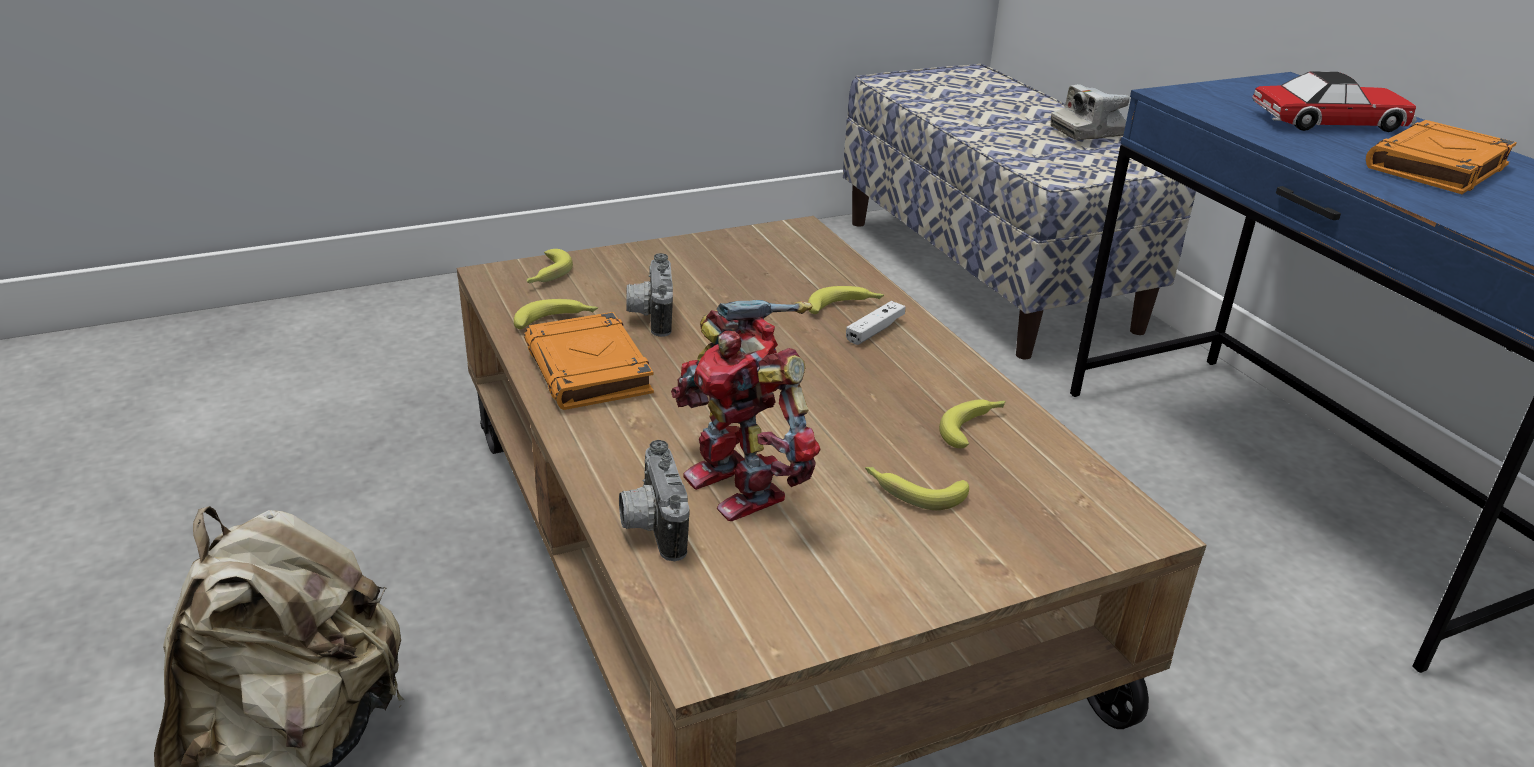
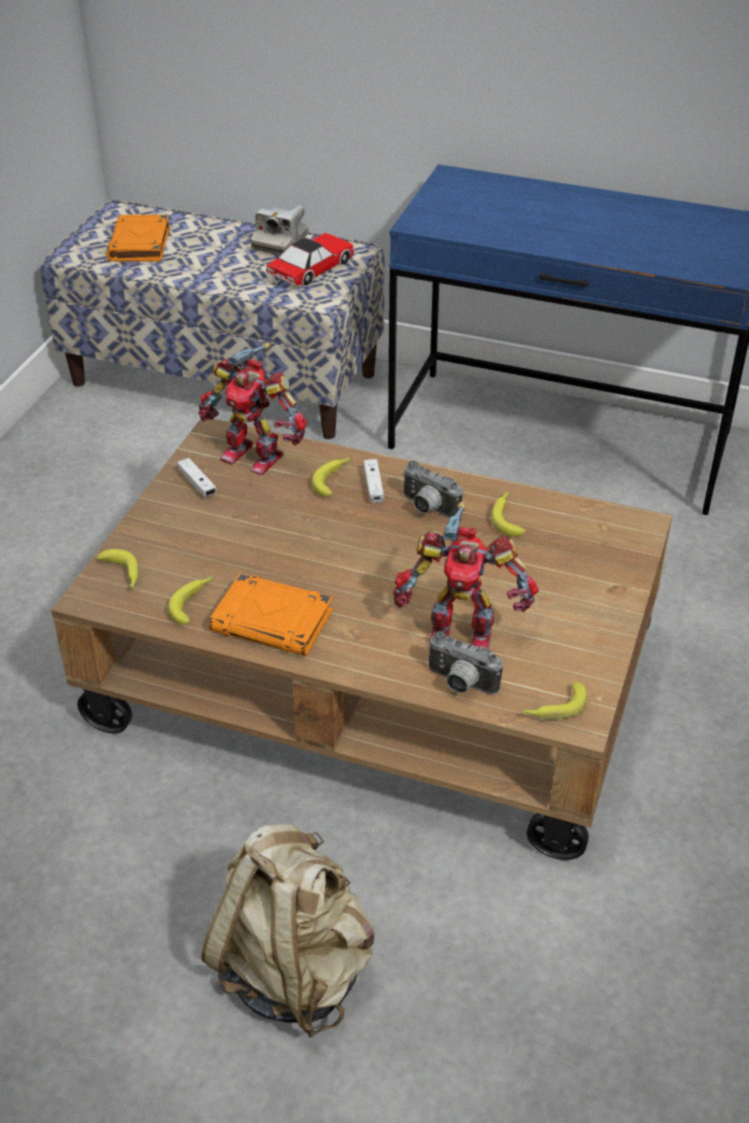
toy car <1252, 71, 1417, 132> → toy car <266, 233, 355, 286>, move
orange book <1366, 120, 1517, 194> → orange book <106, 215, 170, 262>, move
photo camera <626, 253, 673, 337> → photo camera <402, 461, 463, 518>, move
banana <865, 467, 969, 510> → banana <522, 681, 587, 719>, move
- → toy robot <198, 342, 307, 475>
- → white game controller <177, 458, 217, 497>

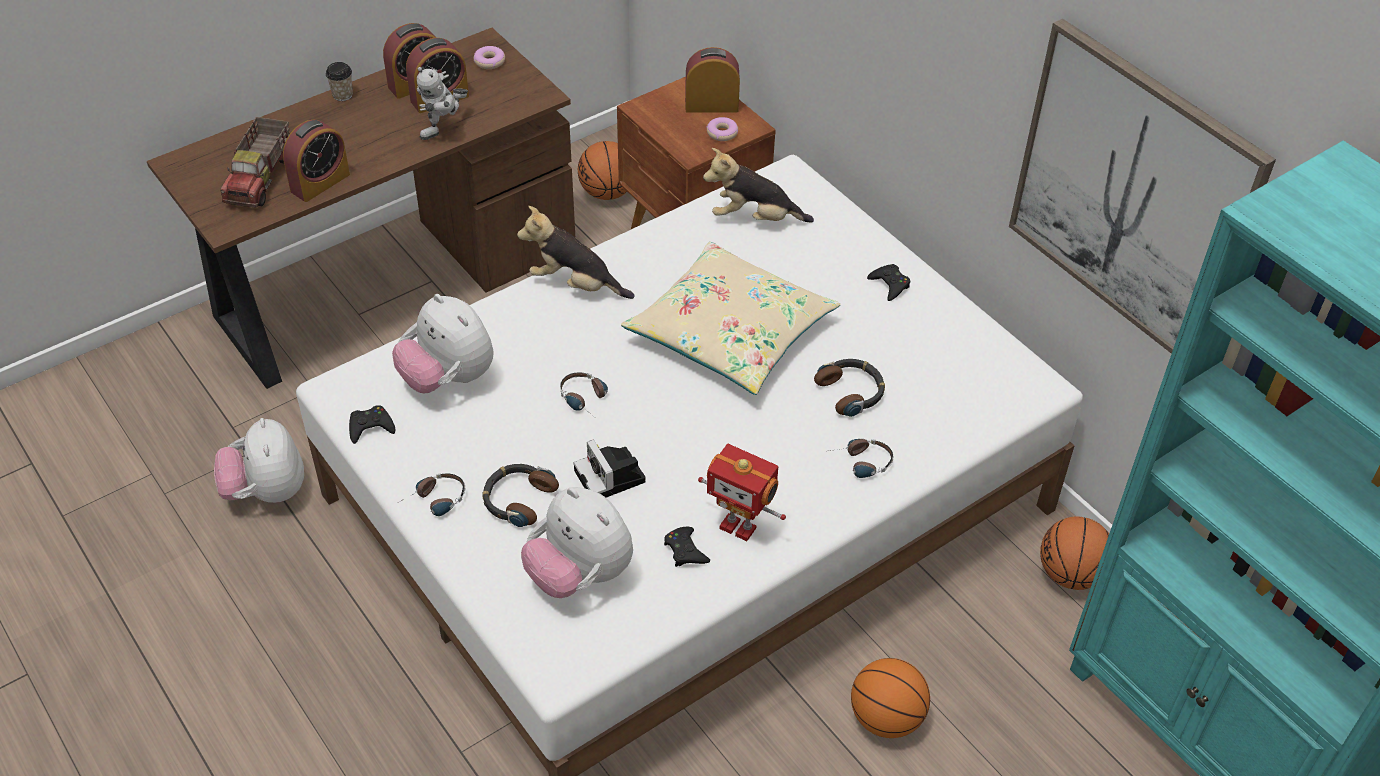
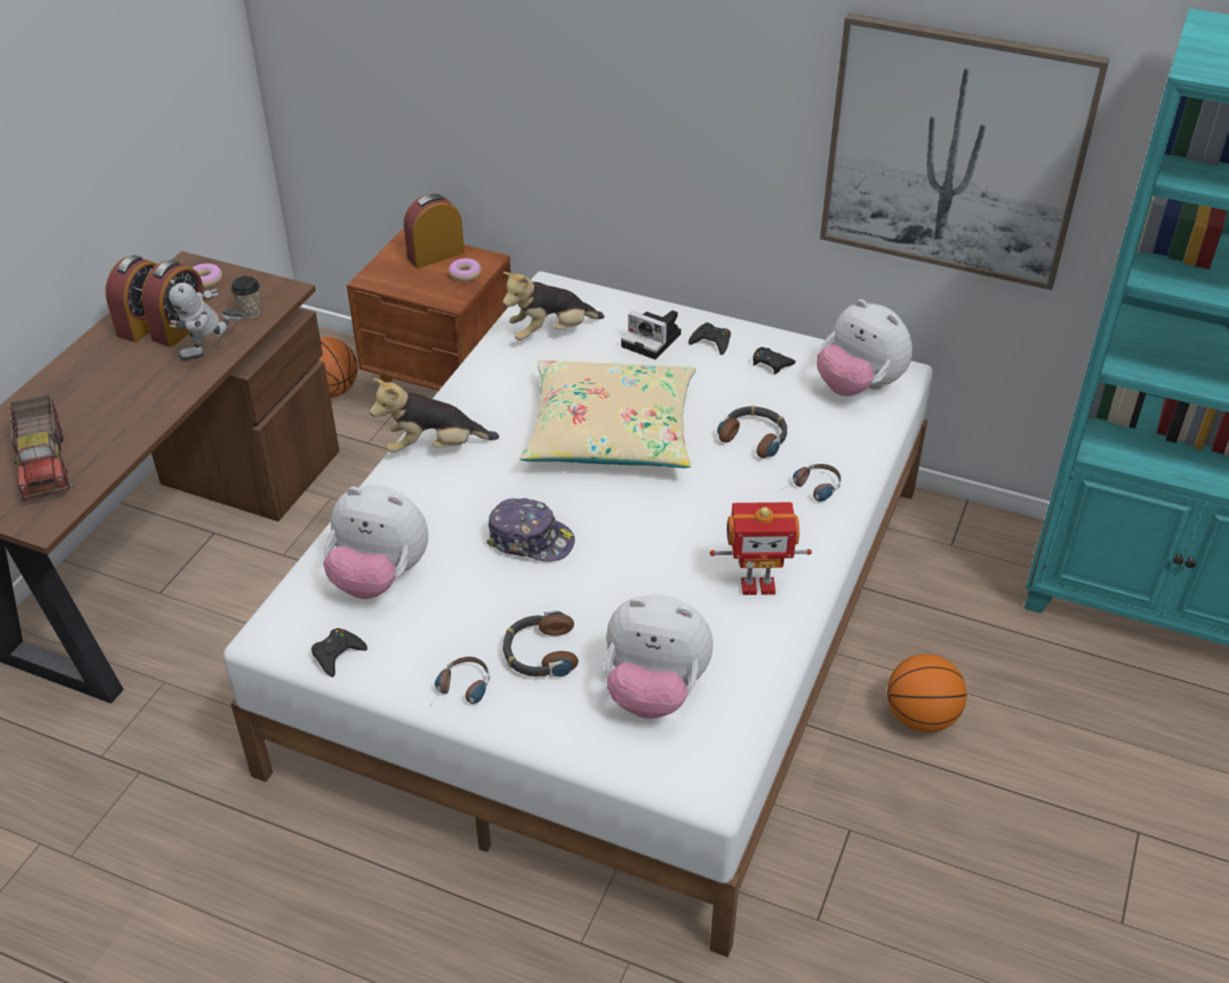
cup <326, 62, 353, 101> → cup <231, 276, 261, 318>, move
toy robot <417, 67, 468, 140> → toy robot <169, 280, 243, 360>, 45 degrees clockwise
alarm clock <283, 119, 350, 202> → -
headphones <560, 373, 608, 415> → cap <486, 498, 575, 562>
plush toy <214, 418, 304, 503> → plush toy <817, 299, 913, 396>, move
photo camera <574, 440, 646, 497> → photo camera <621, 310, 681, 360>, move
basketball <1040, 516, 1109, 590> → -
black game controller <664, 527, 710, 567> → black game controller <753, 347, 796, 374>, move

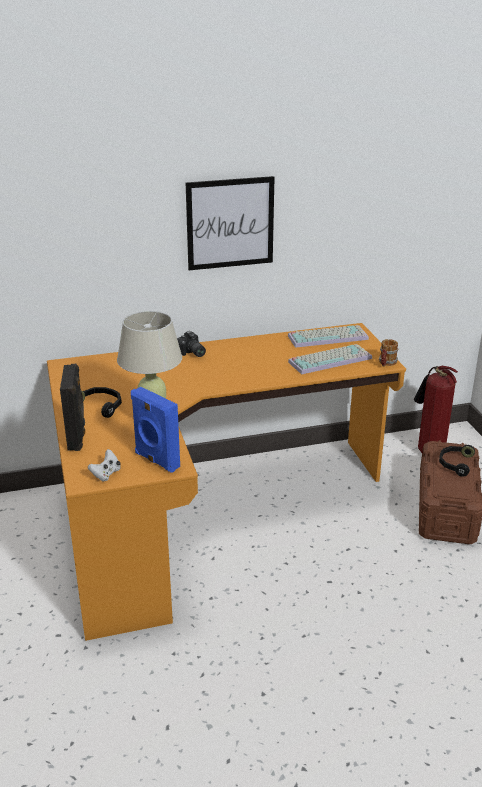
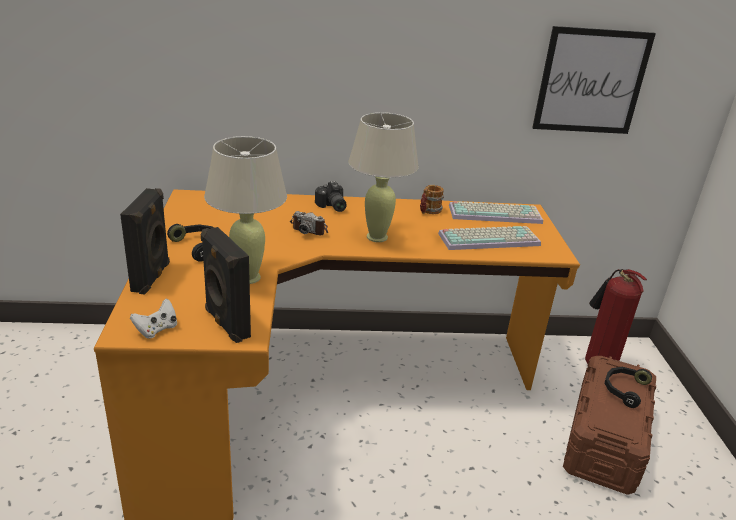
picture <186, 176, 275, 270> → picture <532, 26, 656, 134>, move
mug <379, 339, 398, 367> → mug <420, 185, 444, 214>, move
blue speaker <131, 387, 180, 473> → black speaker <201, 227, 251, 343>
- → beige table lamp <348, 112, 419, 242>
- → photo camera <290, 211, 328, 235>

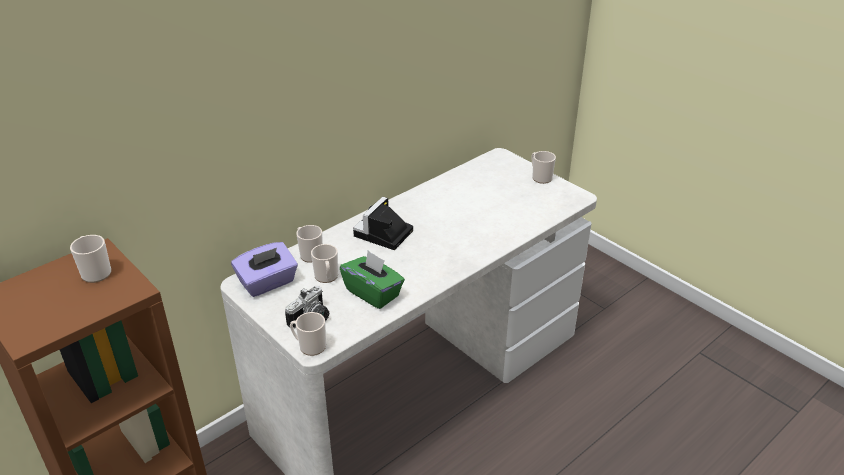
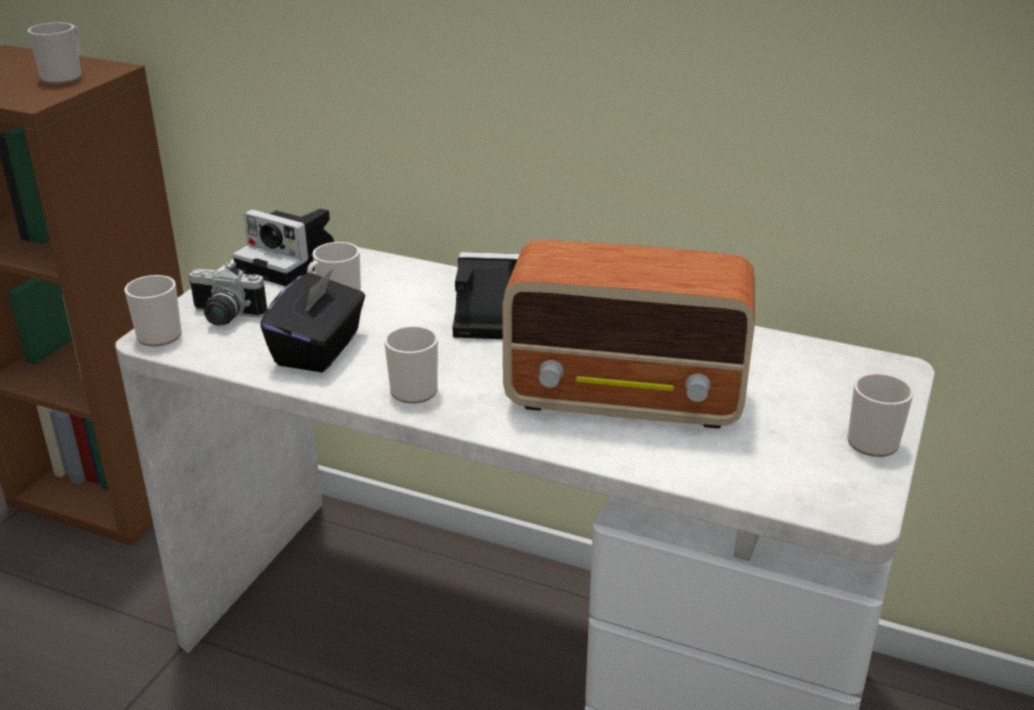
mug <296, 225, 323, 263> → mug <384, 326, 438, 404>, move
purple tissue box <231, 242, 298, 297> → photo camera <233, 208, 334, 286>
green tissue box <340, 250, 405, 309> → black tissue box <260, 269, 365, 372>
- → radio <502, 240, 755, 429>

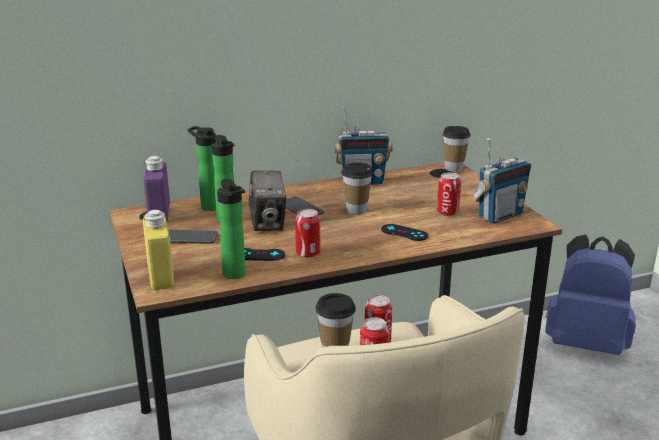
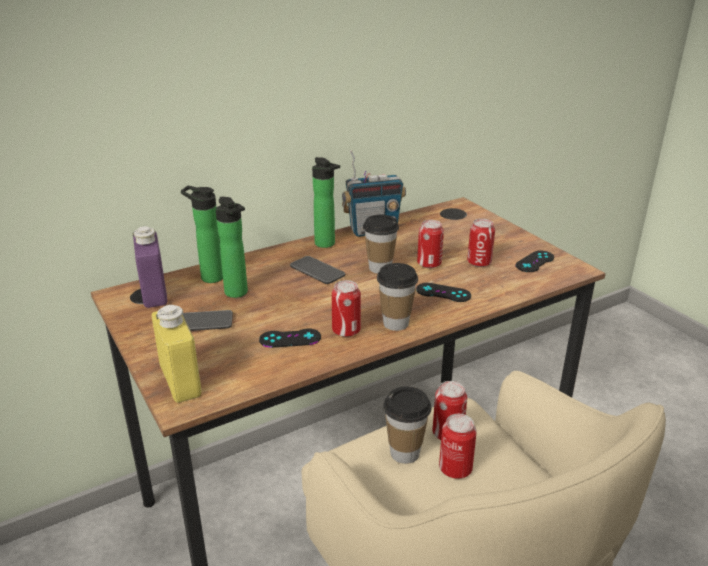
cup <442, 126, 471, 172> → cup <377, 263, 418, 331>, move
radio <472, 138, 531, 224> → black game controller <516, 251, 554, 272>
photo camera <249, 171, 286, 231> → -
bottle <217, 179, 246, 279> → bottle <312, 157, 340, 248>, move
blue backpack <545, 234, 636, 355> → -
- → can <417, 220, 444, 268>

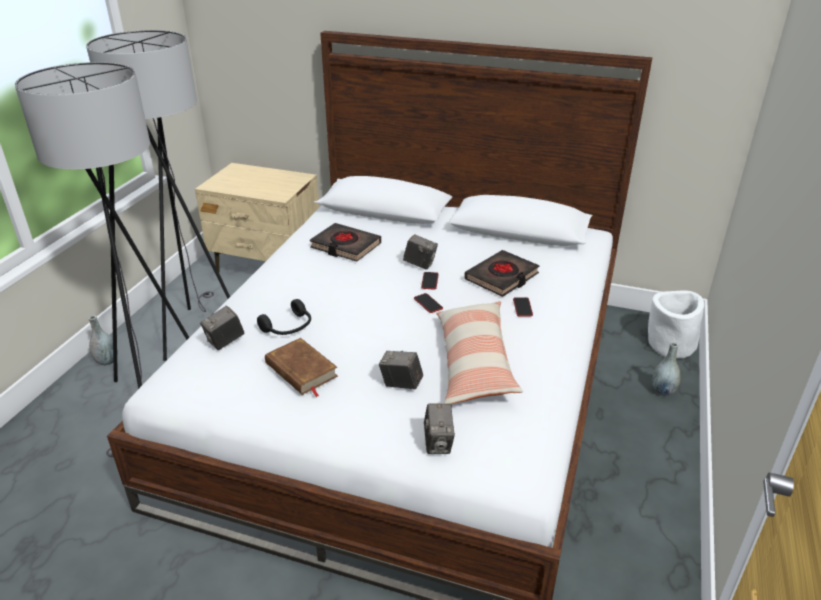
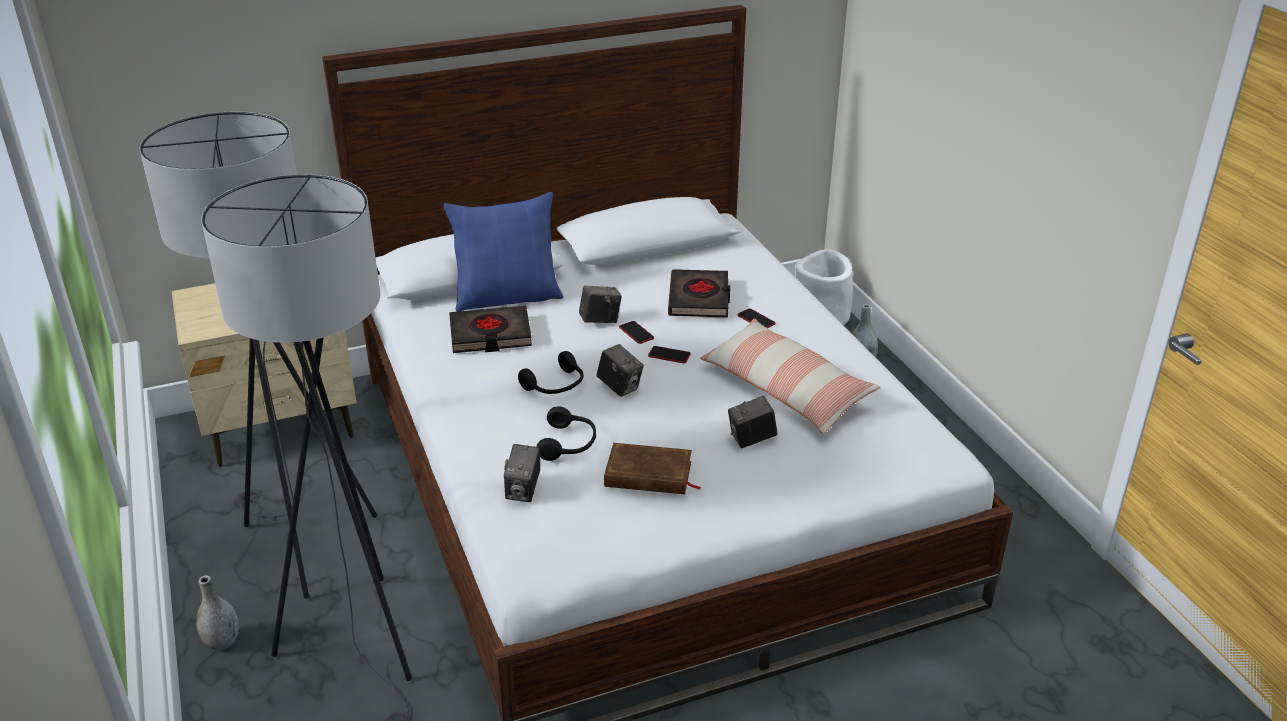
photo camera <424, 404, 455, 454> → photo camera <596, 344, 644, 397>, move
- → blue pillow <443, 192, 563, 312>
- → black headphones <518, 351, 584, 394>

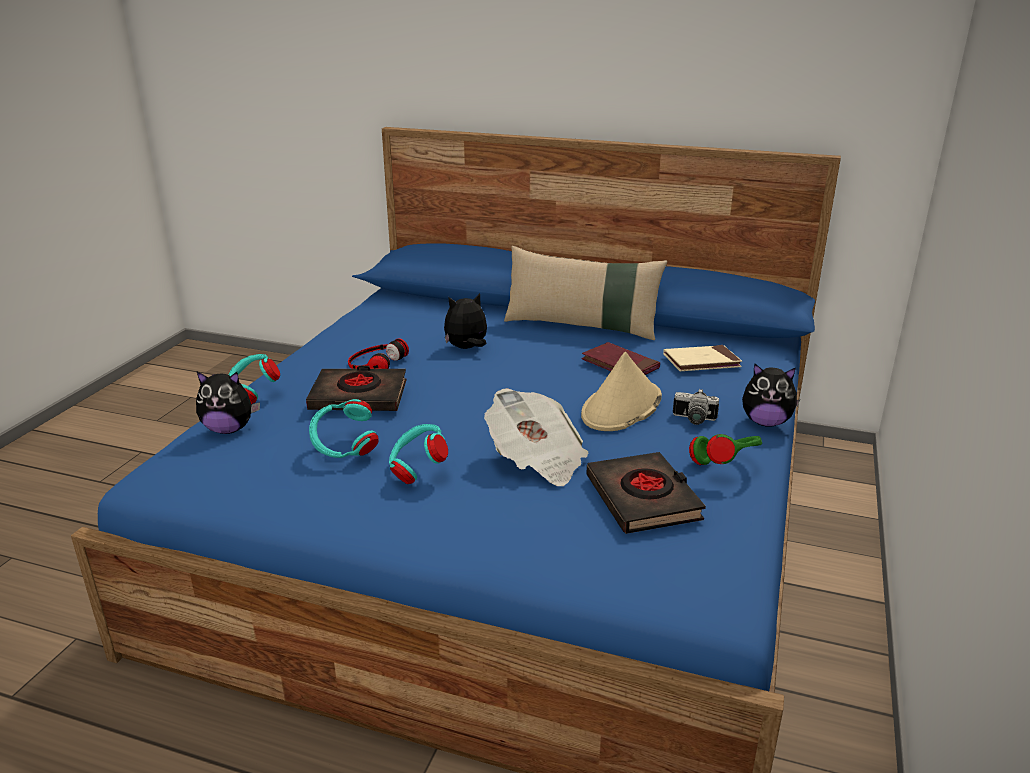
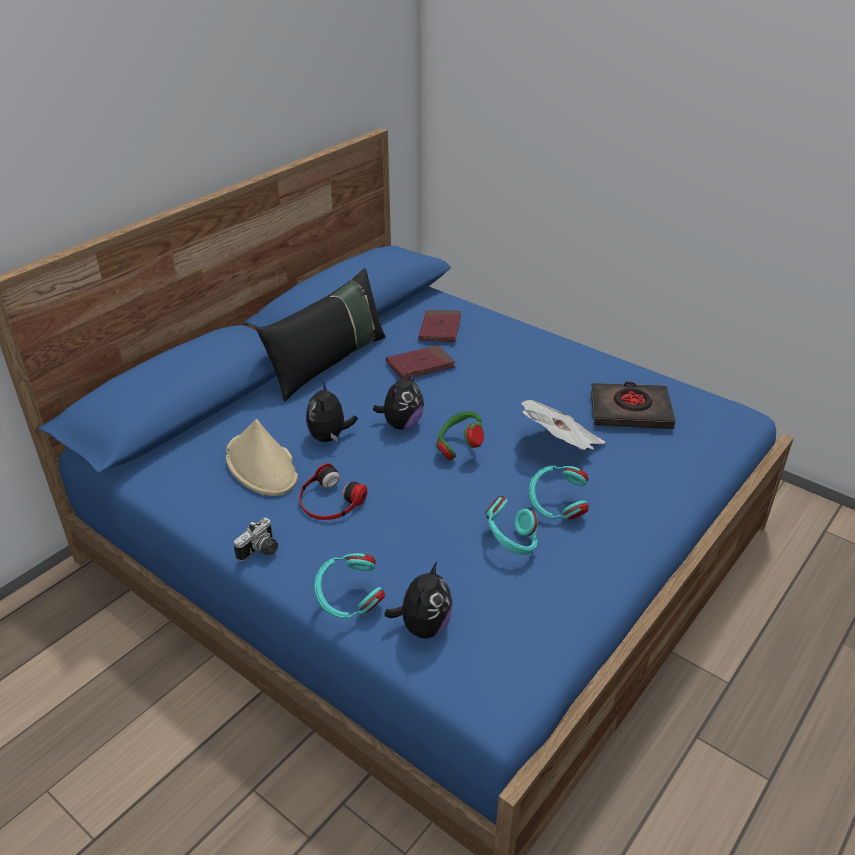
beige pillow <504, 246, 667, 340> → black pillow <256, 268, 386, 402>
beige book <663, 345, 742, 371> → red book <418, 310, 461, 342>
beige hat <581, 352, 662, 431> → beige hat <226, 419, 298, 496>, move
plush toy <742, 363, 800, 427> → plush toy <373, 372, 424, 430>, move
black book <306, 366, 406, 411> → -
photo camera <673, 389, 719, 425> → photo camera <234, 518, 278, 561>, move
green headphones <689, 434, 762, 465> → green headphones <436, 411, 484, 460>, move

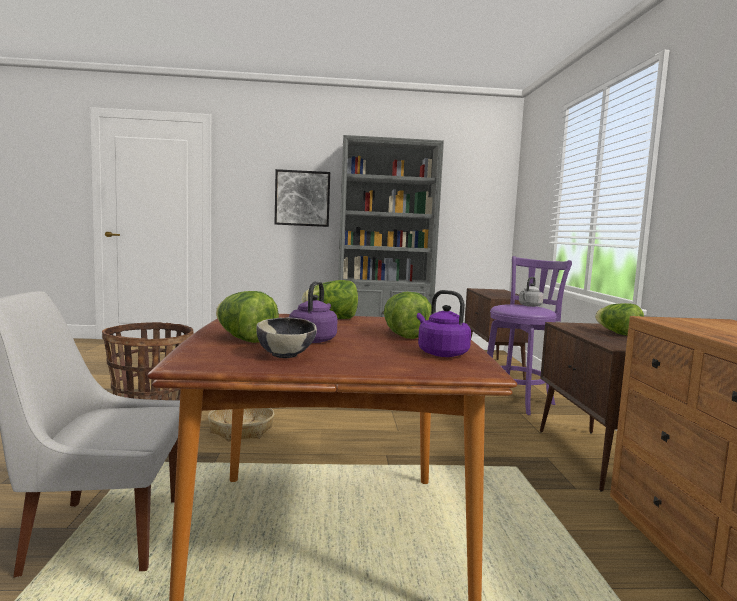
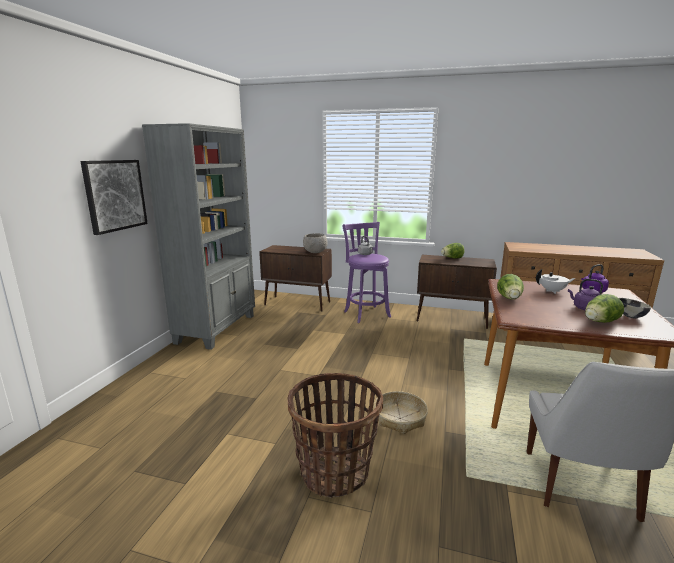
lettuce <384, 292, 432, 339> → white teapot <536, 269, 575, 294>
- → grey bowl <303, 233, 328, 253>

